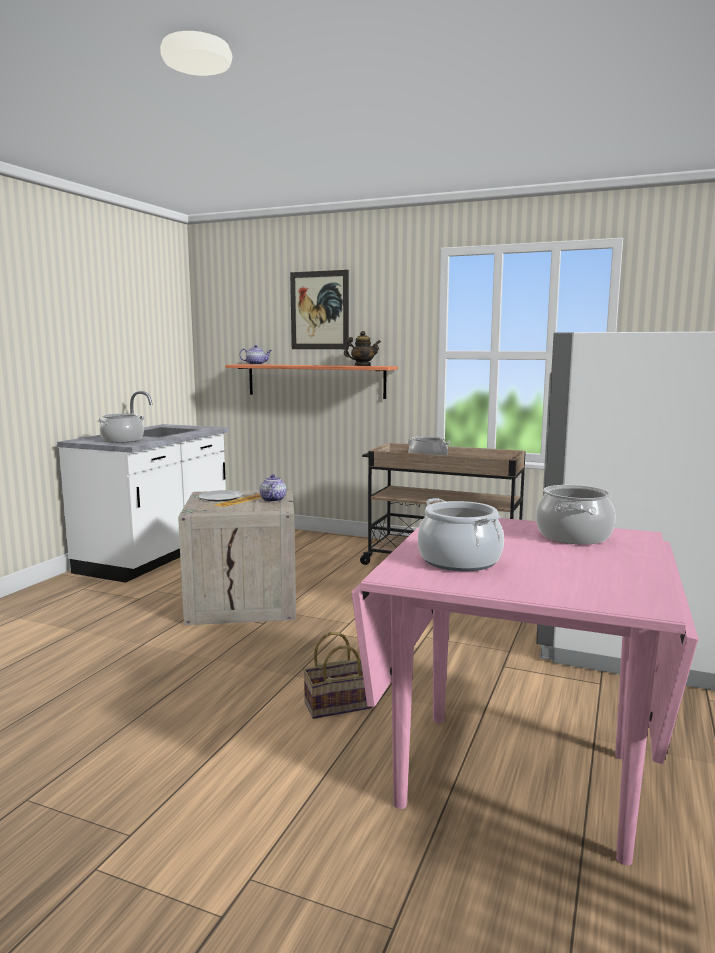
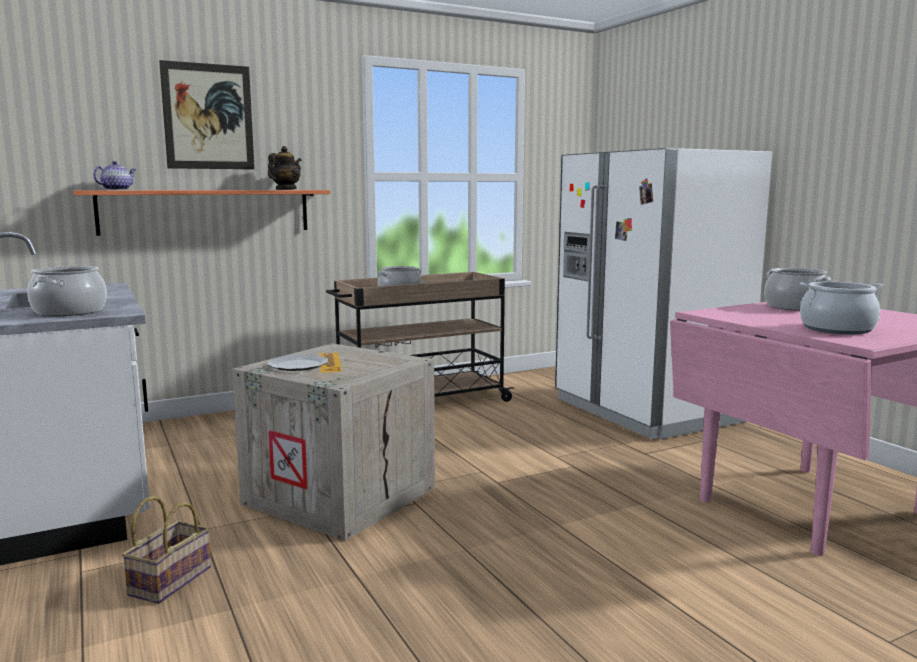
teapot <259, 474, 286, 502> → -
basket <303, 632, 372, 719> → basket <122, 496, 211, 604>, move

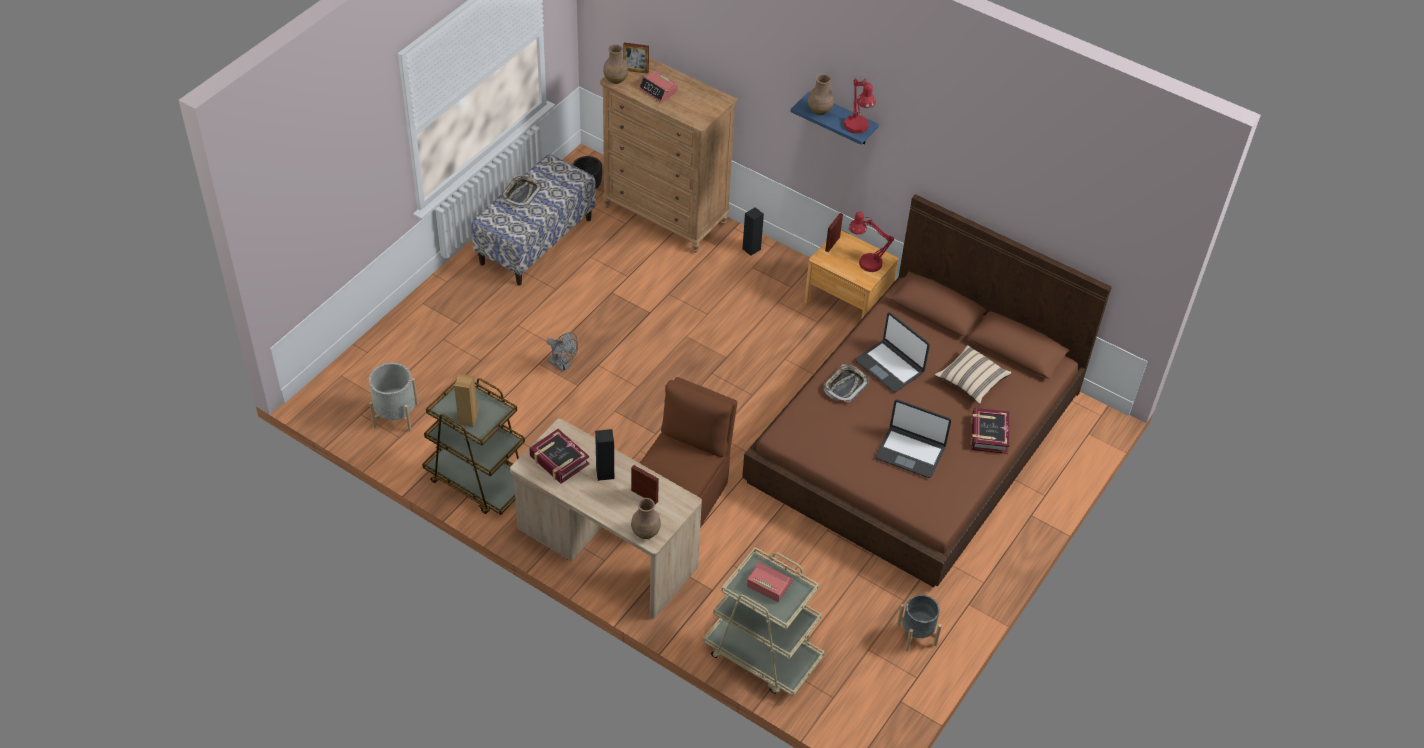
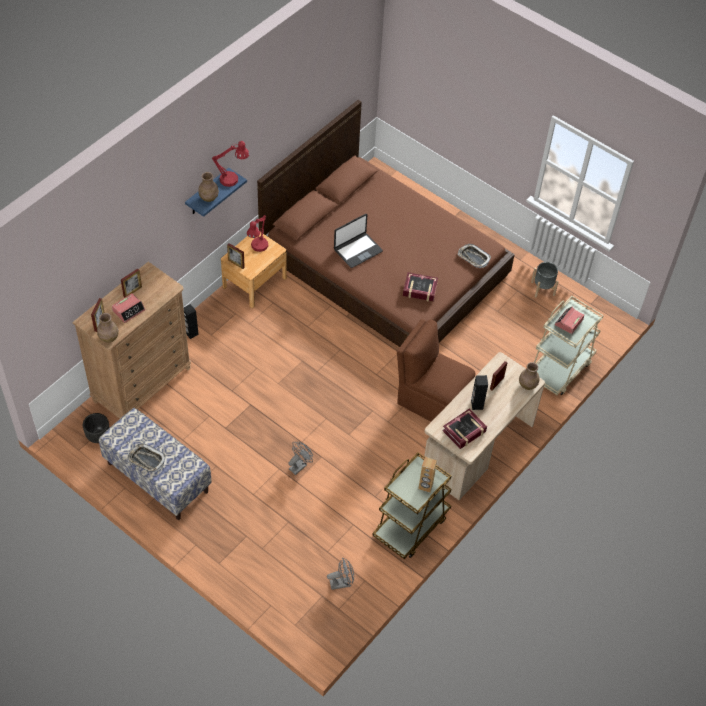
beige pillow <935, 345, 1011, 404> → -
grey planter <369, 363, 418, 432> → grey fan <327, 558, 354, 590>
tray <824, 364, 869, 403> → tray <458, 244, 491, 268>, move
laptop <875, 399, 951, 478> → -
book <971, 408, 1009, 454> → book <403, 272, 438, 301>, move
- → picture frame <121, 268, 142, 297>

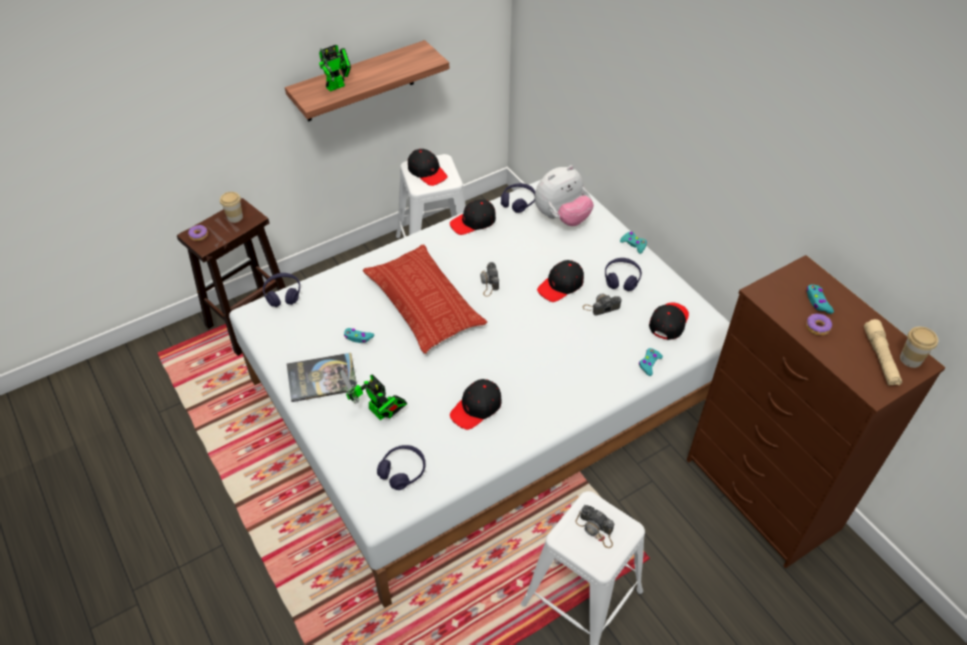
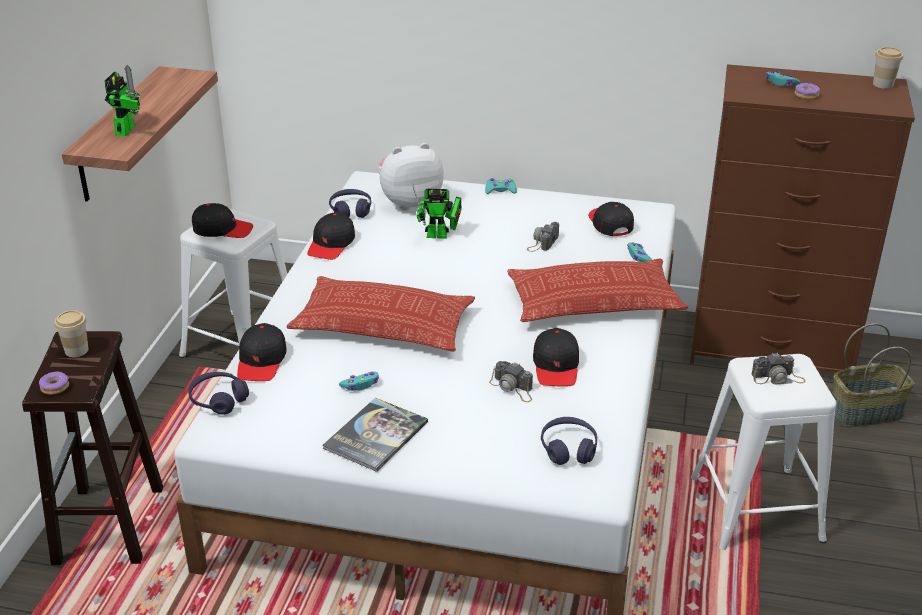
plush toy <535, 165, 594, 226> → plush toy <378, 143, 444, 210>, 120 degrees counterclockwise
purple headphones <605, 258, 642, 291> → -
black cap <537, 260, 584, 302> → black cap <237, 323, 287, 381>, move
photo camera <481, 262, 499, 296> → photo camera <489, 361, 533, 402>, move
beige flashlight <864, 319, 902, 386> → -
toy robot <340, 370, 407, 420> → toy robot <412, 183, 461, 239>, move
- → pillow <507, 258, 688, 322>
- → basket <832, 323, 914, 427>

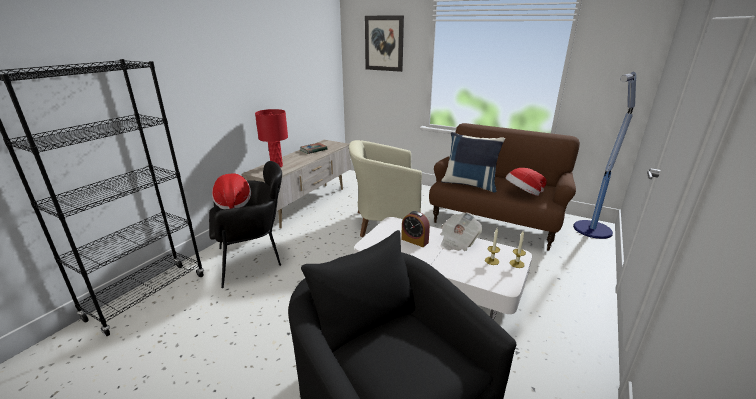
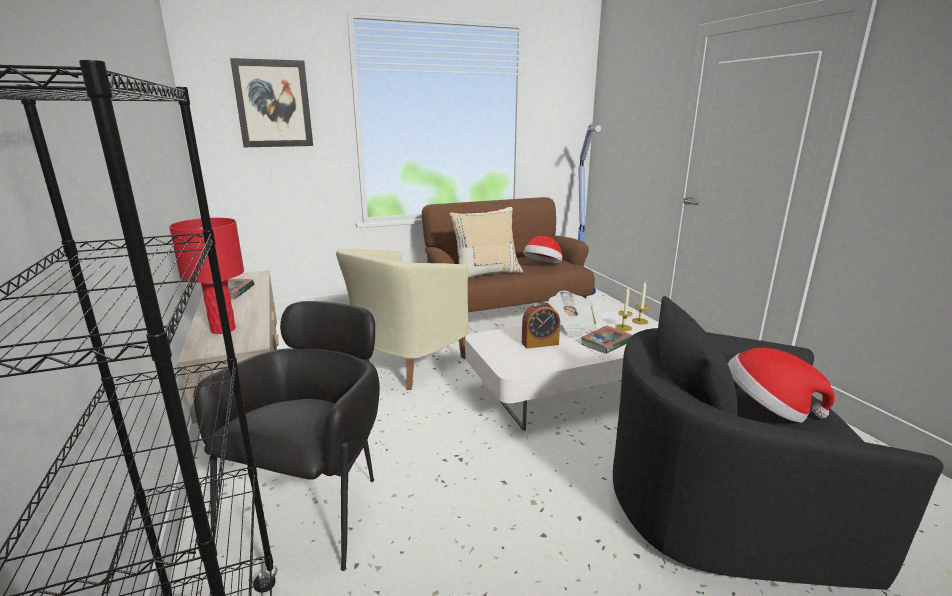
blue pillow <441, 132, 505, 193> → beige pillow <449, 207, 523, 278>
hat <212, 174, 251, 209> → hat <728, 348, 835, 423>, move
- → book <581, 326, 632, 354>

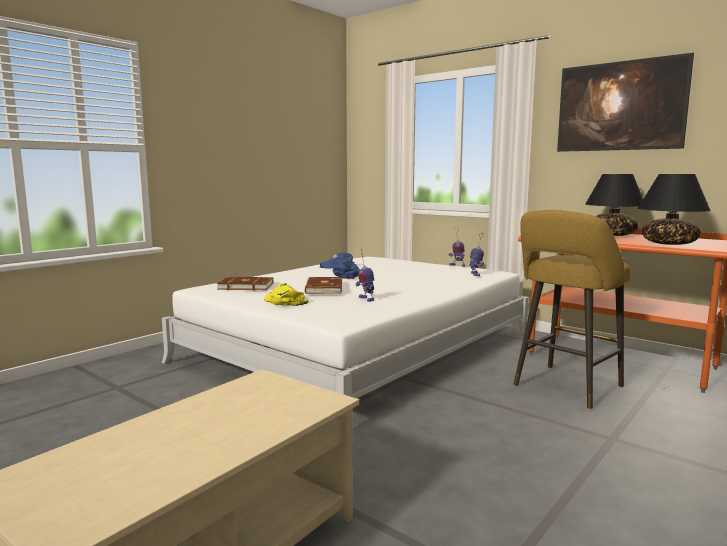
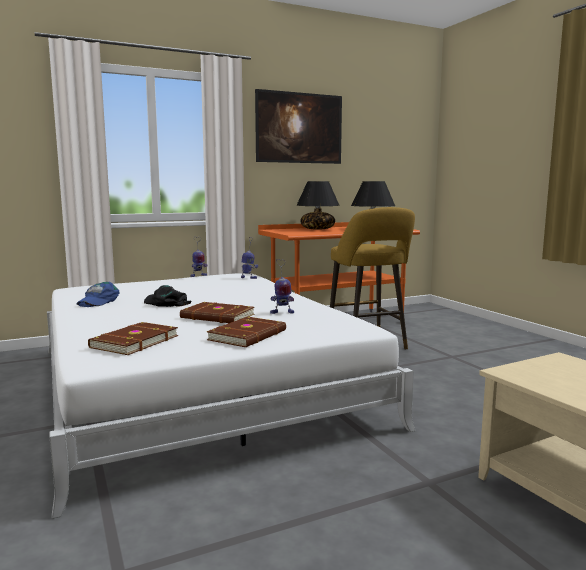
blue cap <333, 260, 360, 279> → black cap <144, 285, 191, 307>
yellow cap <264, 284, 309, 306> → brown book <206, 317, 286, 347>

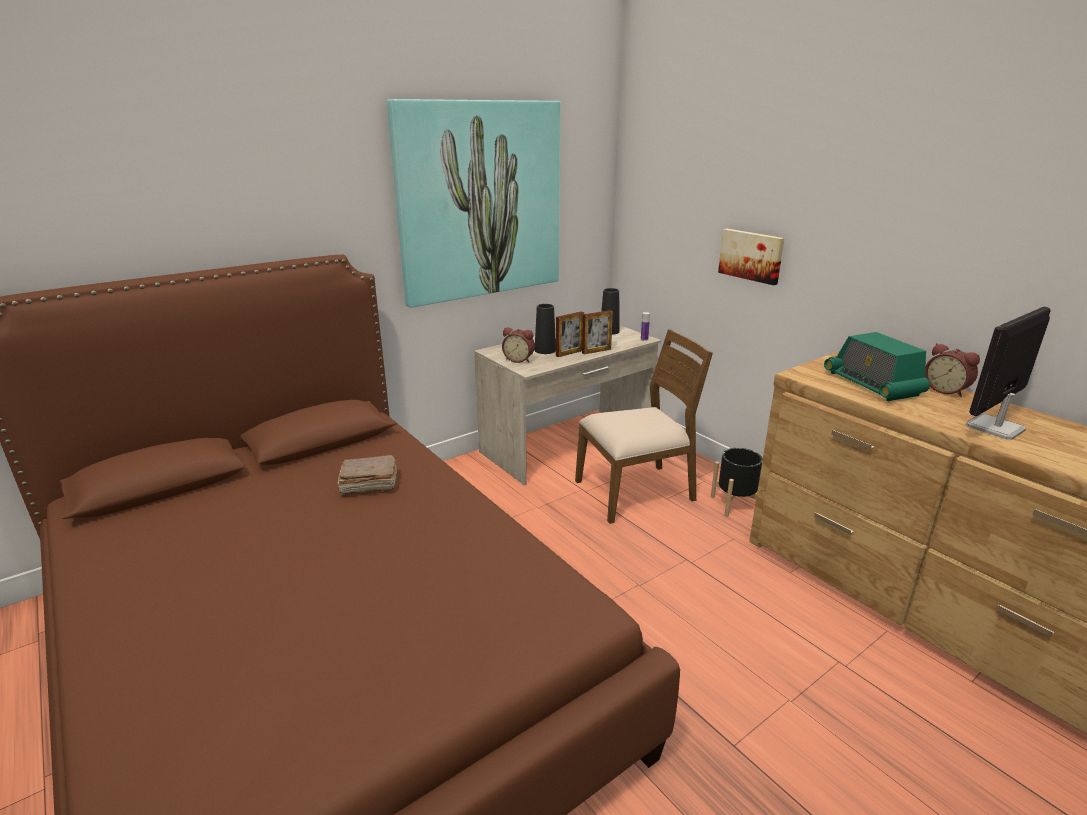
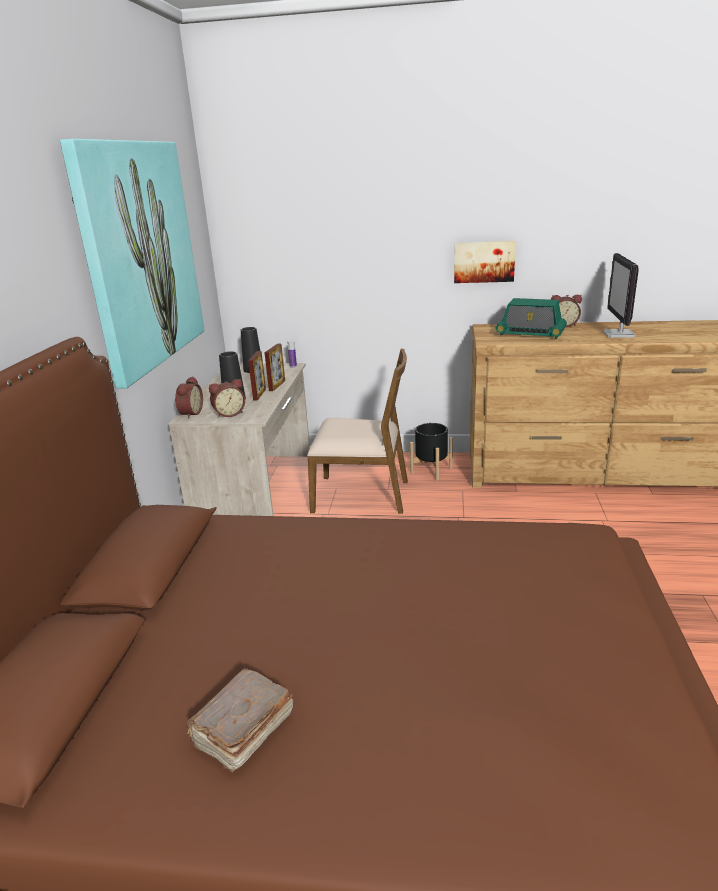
picture <718, 229, 785, 285> → picture <454, 241, 516, 283>, move
brown chair <575, 329, 713, 524> → brown chair <307, 348, 408, 514>, 75 degrees clockwise
brown book <338, 455, 397, 495> → brown book <187, 668, 293, 772>, move
- → alarm clock <175, 376, 203, 419>

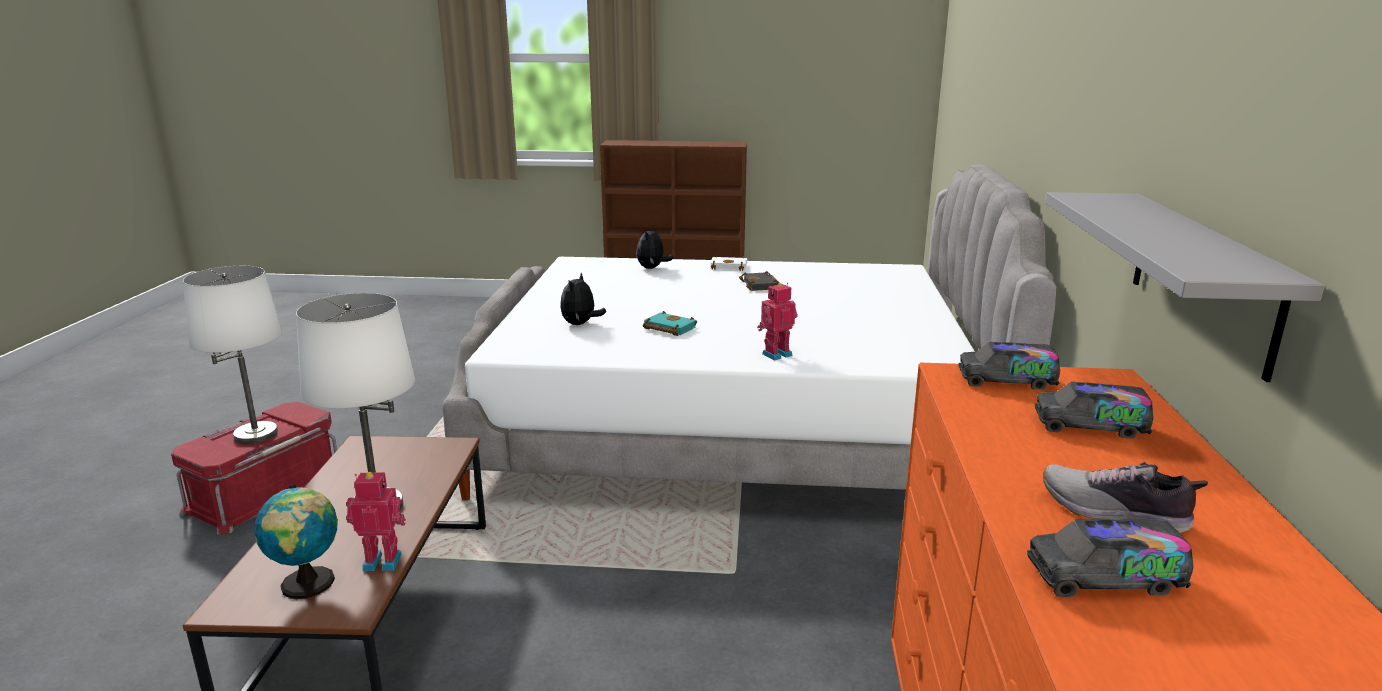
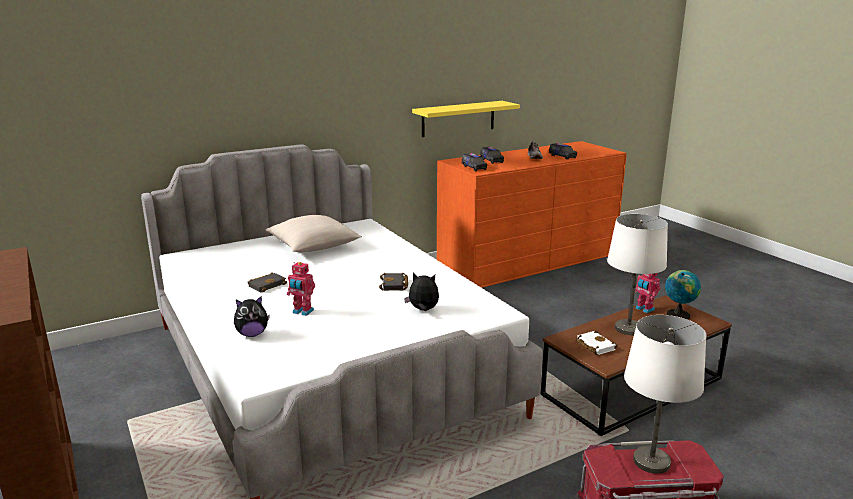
grey shelf <1045, 192, 1325, 382> → yellow shelf <412, 101, 520, 137>
white book <710, 255, 747, 271> → white book <575, 331, 618, 355>, move
plush toy <560, 273, 606, 325> → plush toy <404, 273, 439, 311>, 150 degrees counterclockwise
toy robot <757, 283, 798, 360> → toy robot <287, 262, 315, 316>, move
turquoise book <643, 311, 697, 336> → black book <379, 273, 408, 291>
- → beige pillow <265, 215, 362, 252>

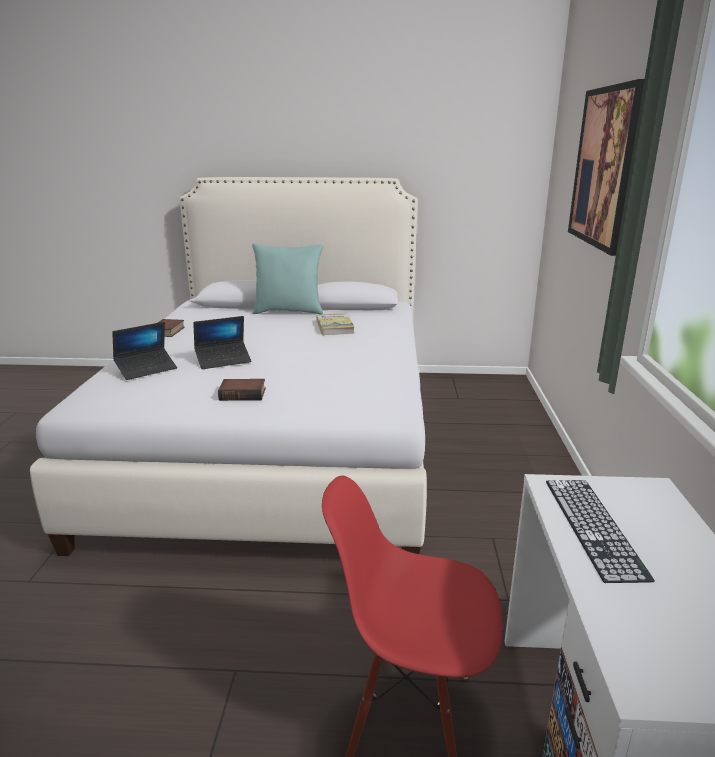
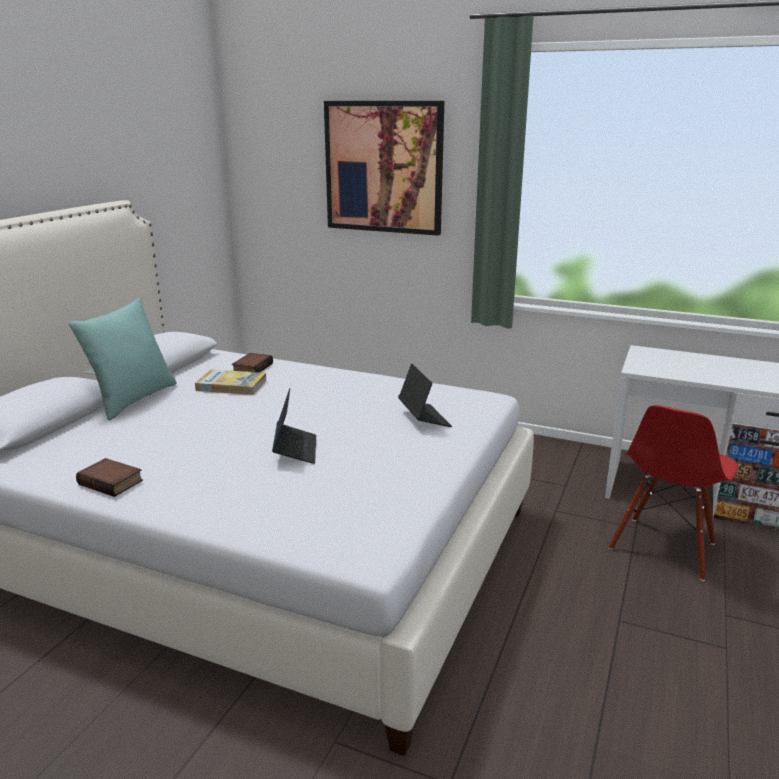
laptop <112, 322, 177, 380> → laptop <398, 364, 452, 427>, move
book <218, 379, 266, 401> → book <232, 353, 273, 372>, move
keyboard <546, 480, 655, 583> → -

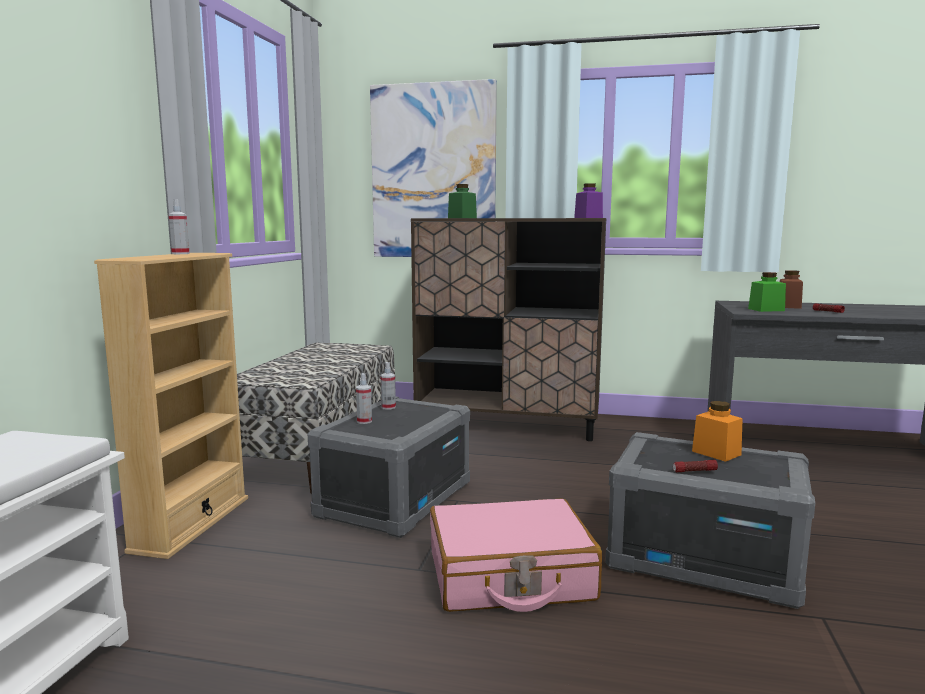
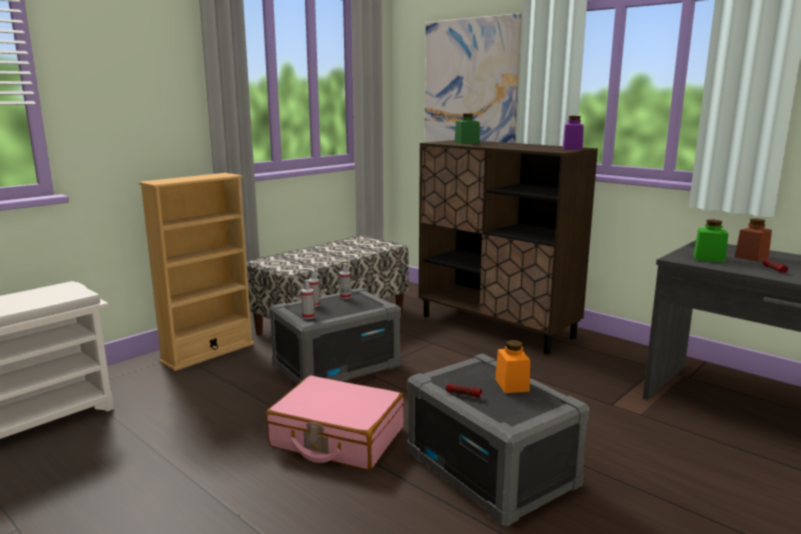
spray bottle <168, 199, 190, 254> → spray bottle <301, 280, 314, 319>, move

